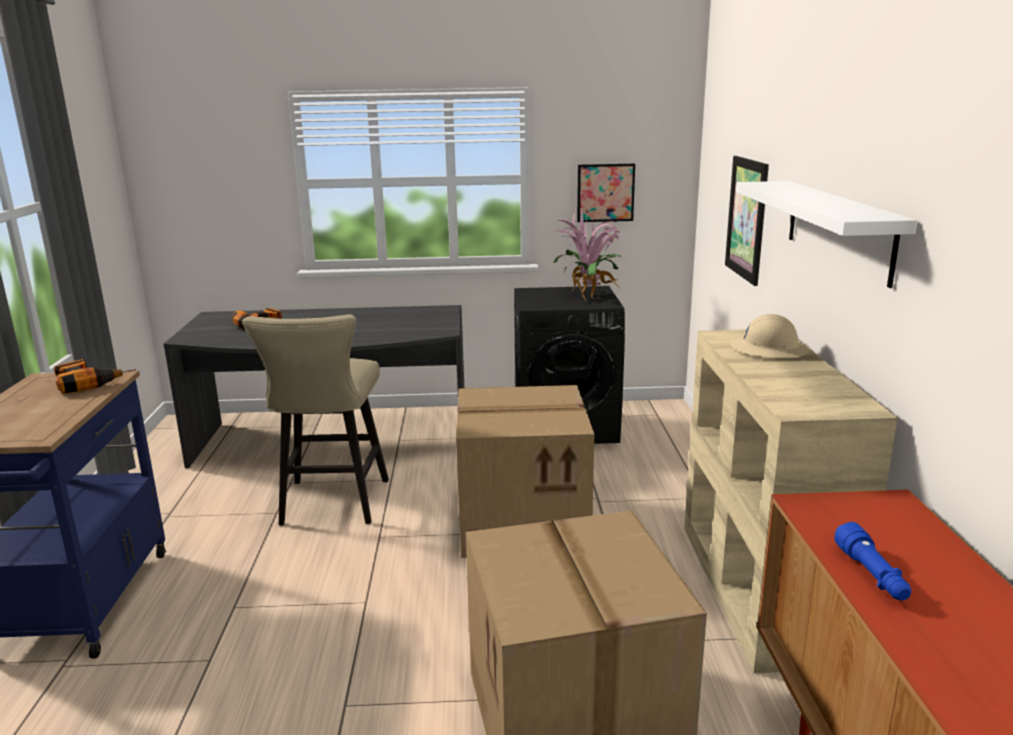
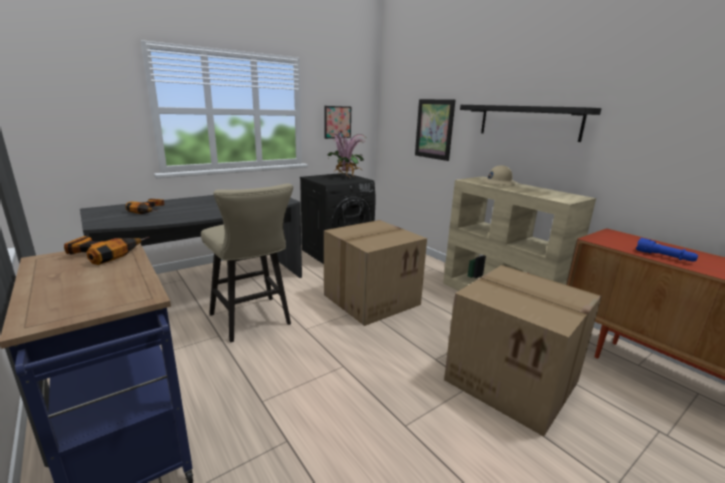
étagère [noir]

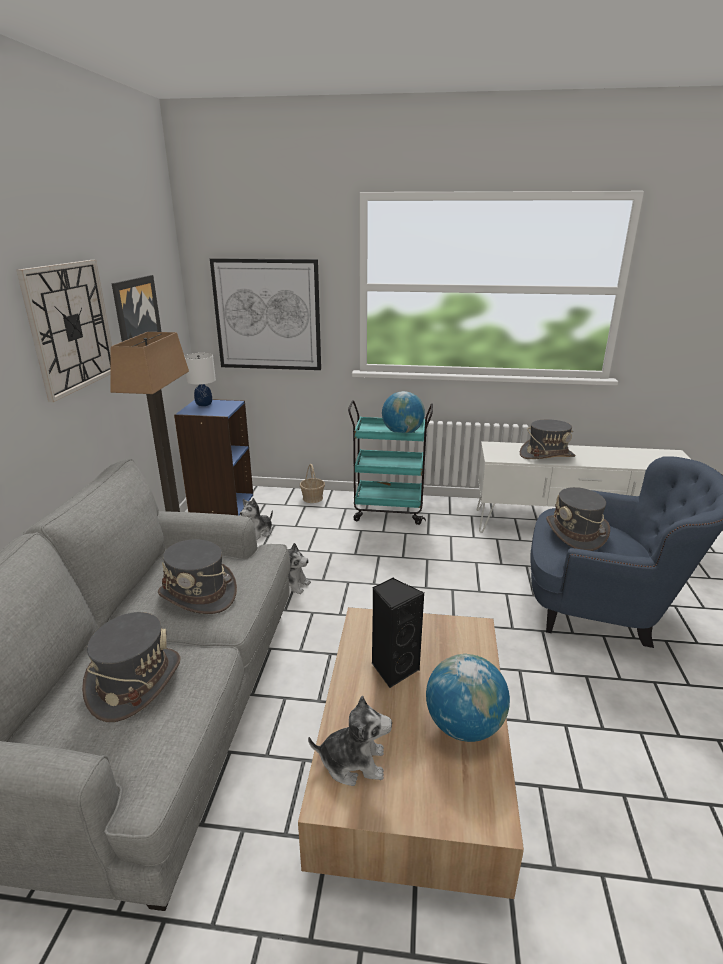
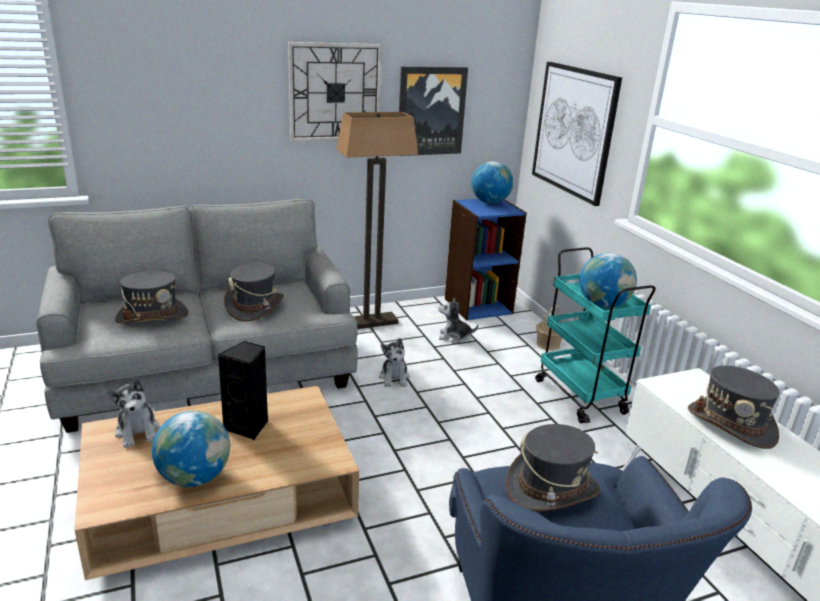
globe (2nd from left)

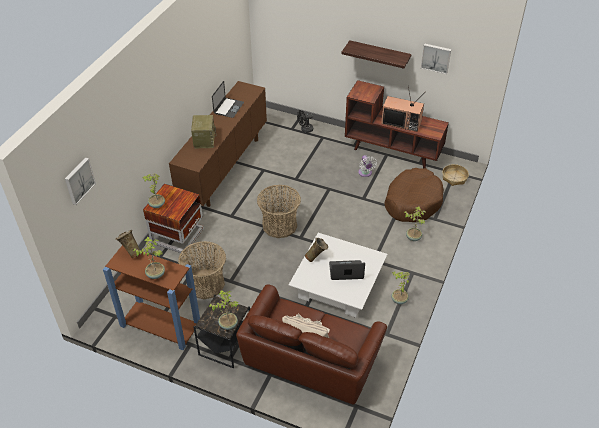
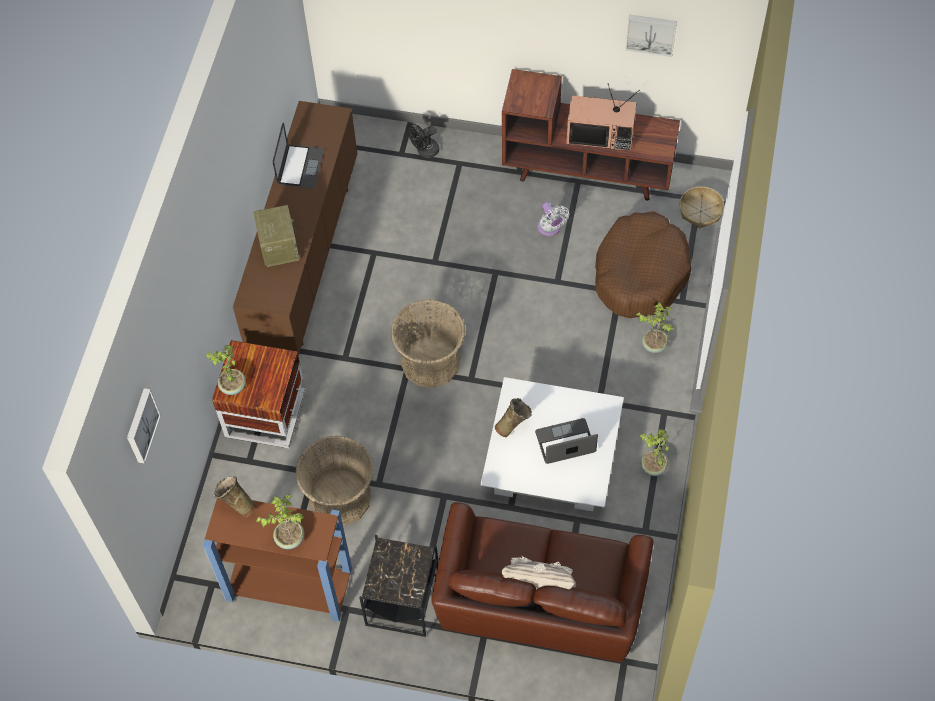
plante en pot (3rd from left in the first image)
étagère

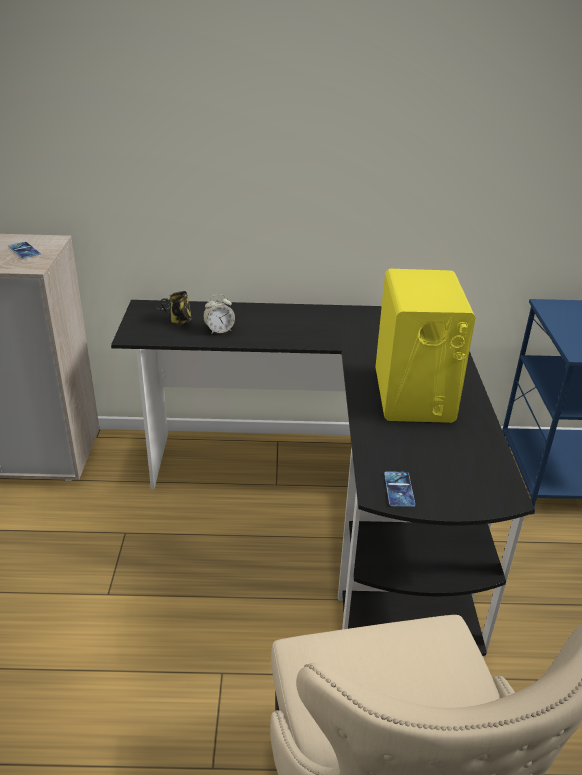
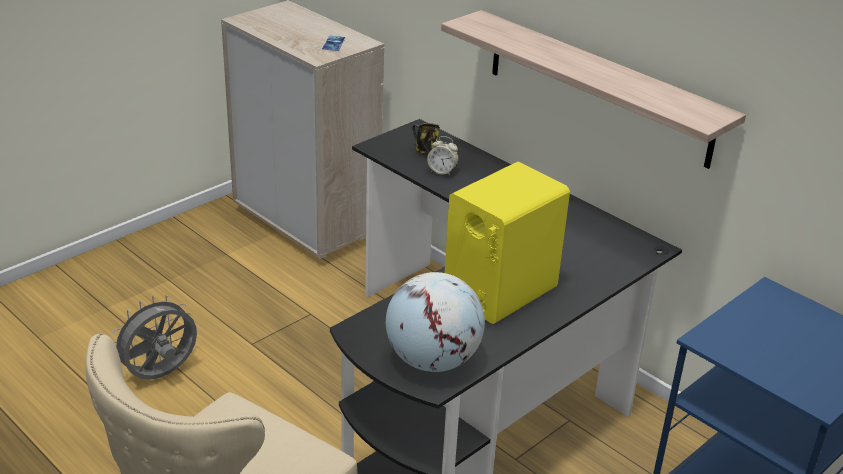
téléphone (2nd from left in the first image)
ventilateur [gris]
globe
étagère

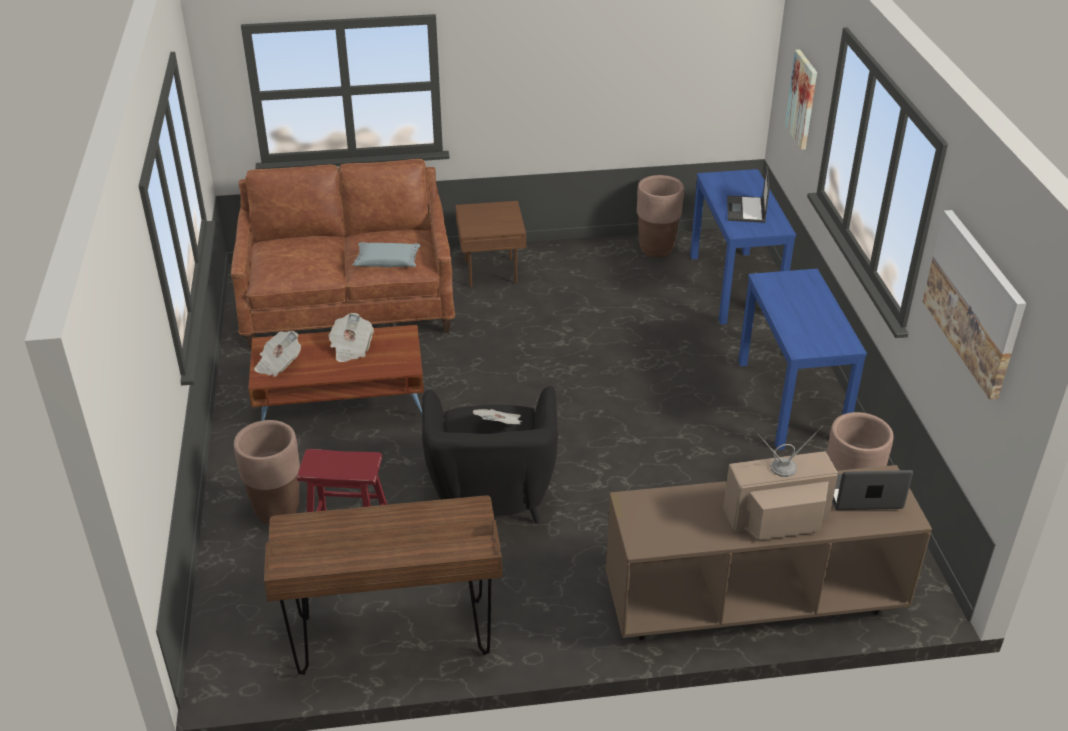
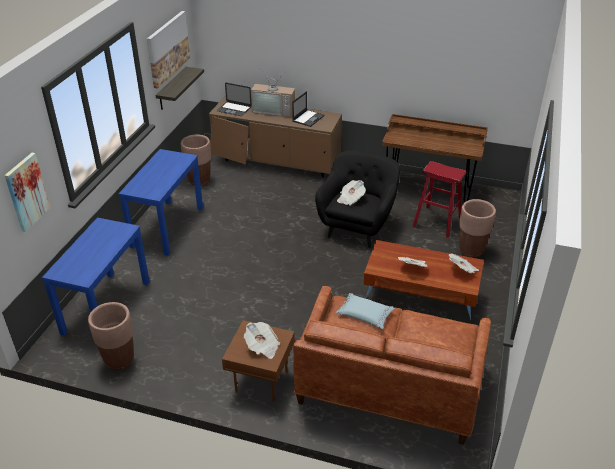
ordinateur portable (2nd from left)
étagère
journal (1st from left)

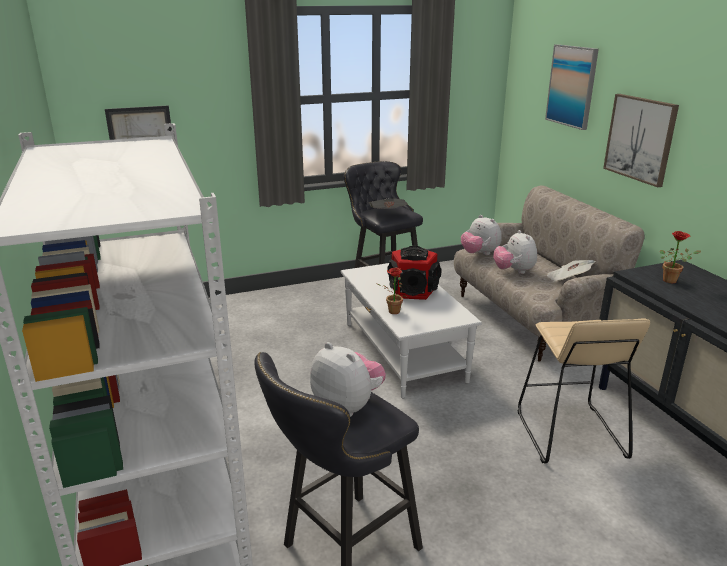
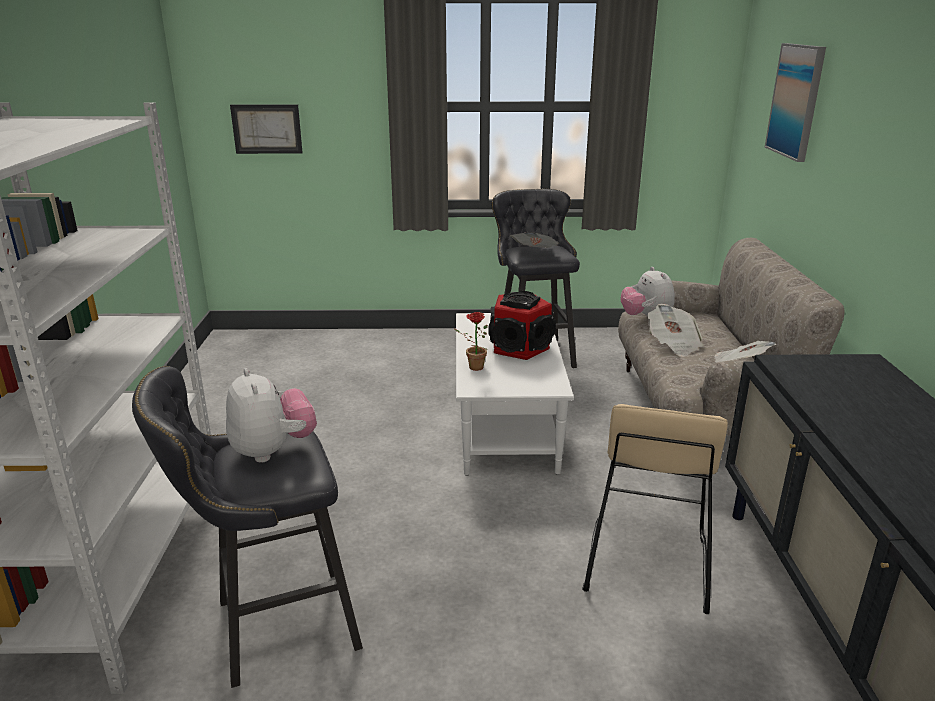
journal (2nd from left)
tableau (3rd from left in the first image)
plante en pot (2nd from left in the first image)

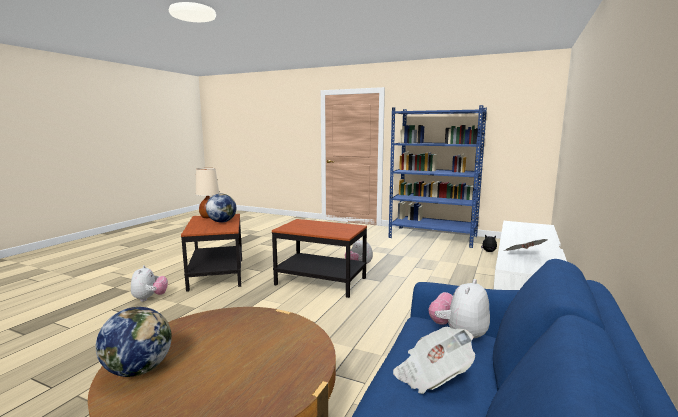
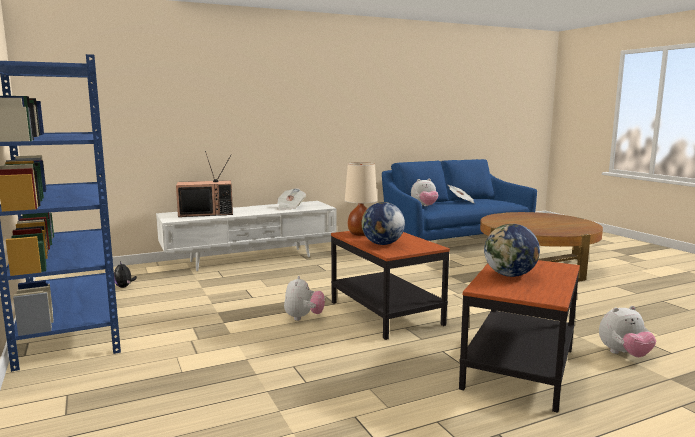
globe (1st from left)
peluche (4th from left)
lampe de table [beige]
téléviseur

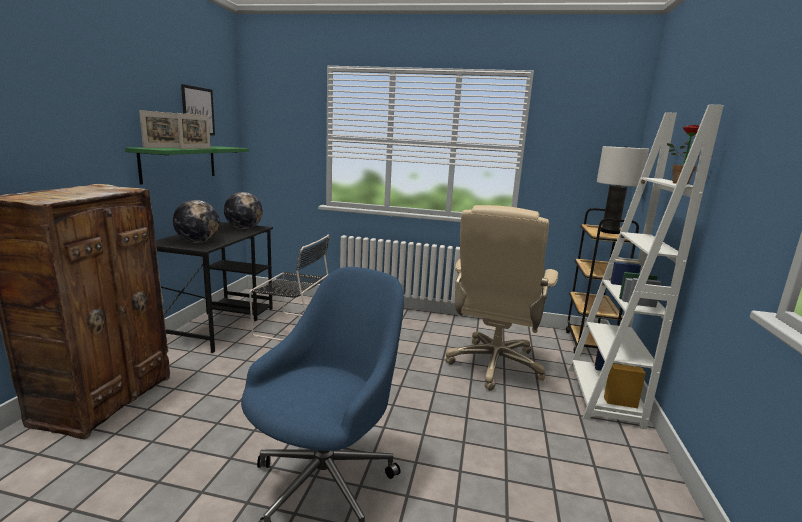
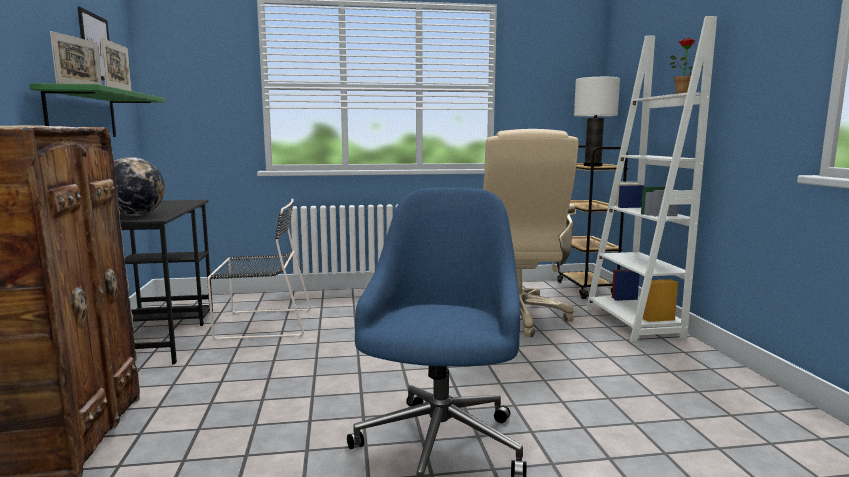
globe (2nd from left in the first image)

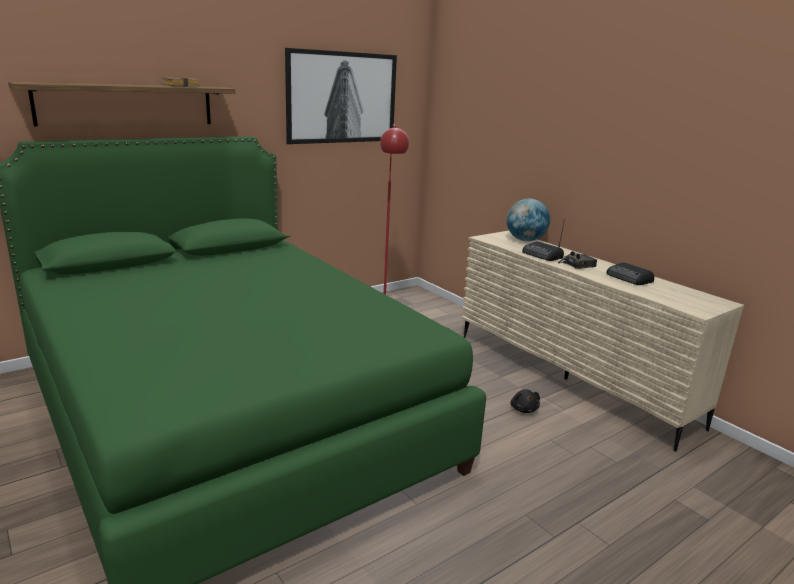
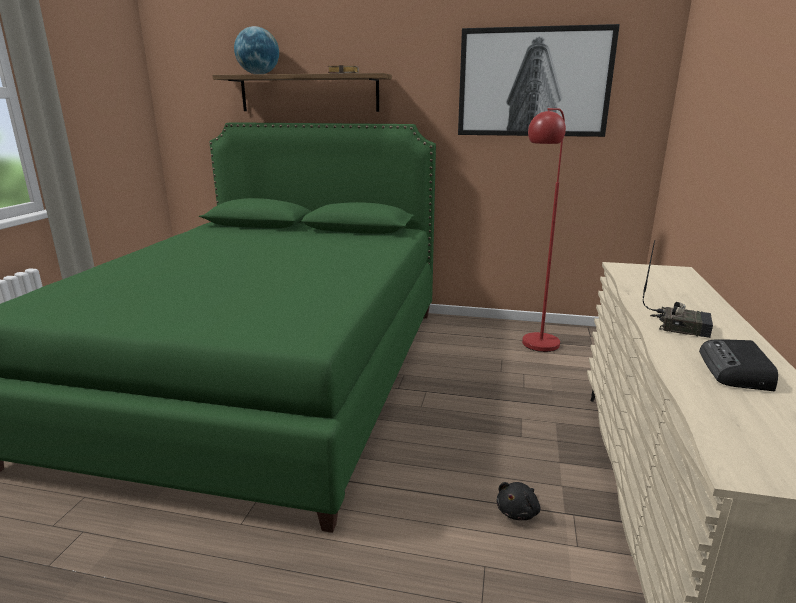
globe
radio (1st from left in the first image)

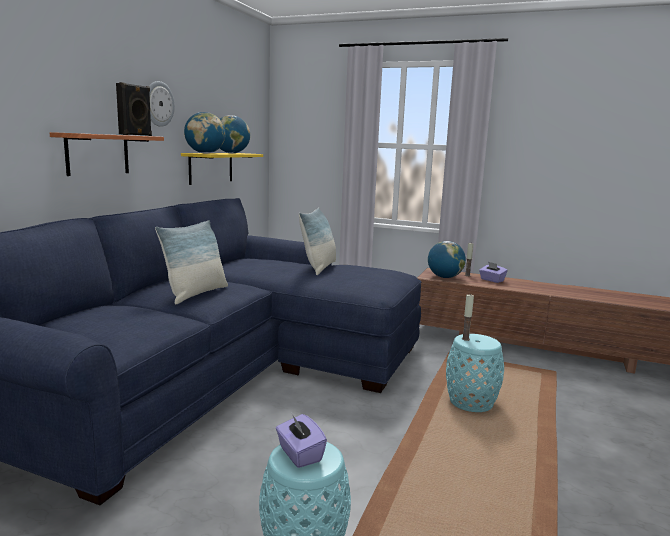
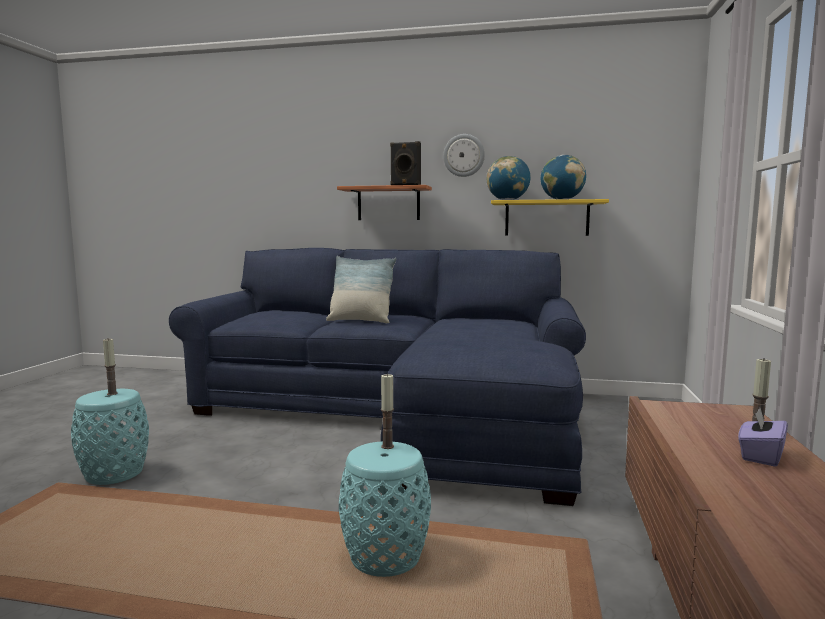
bougie (1st from left)
coussin (2nd from left in the first image)
globe (3rd from left in the first image)

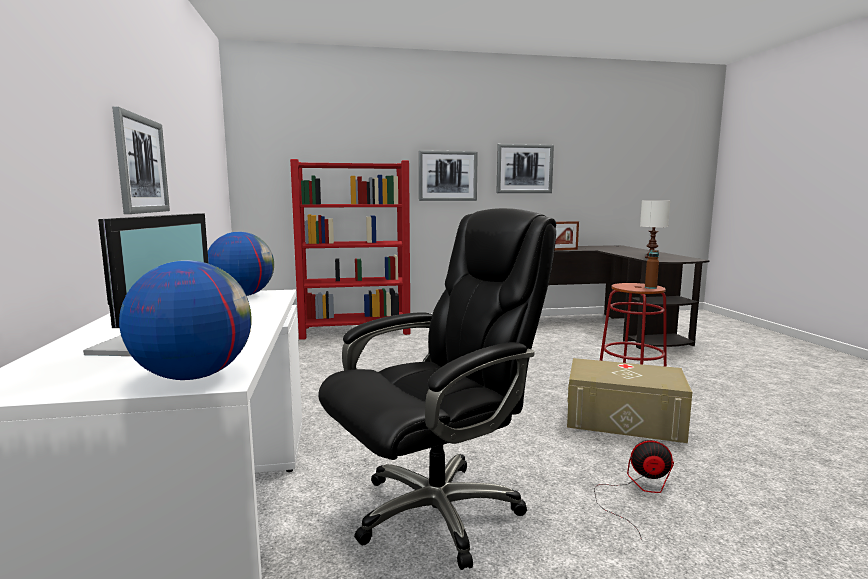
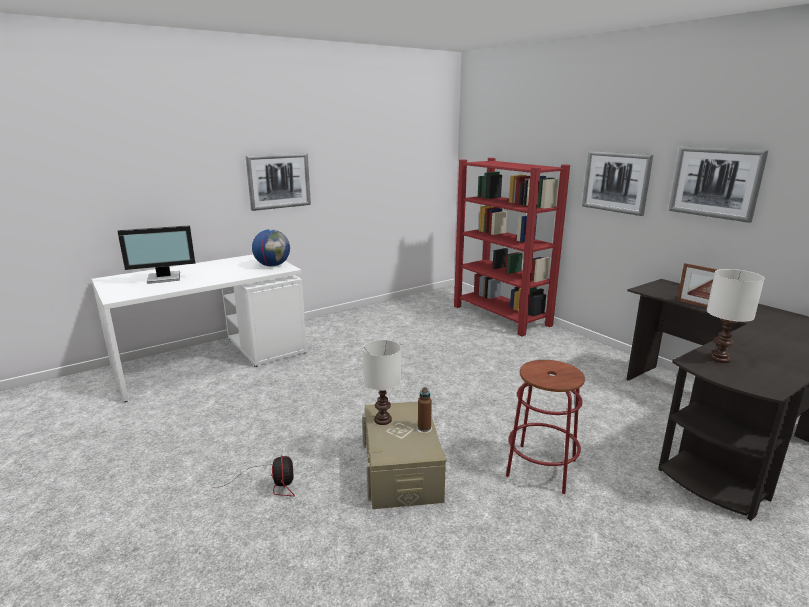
globe (1st from left in the first image)
chaise de bureau [noir]
bouteille [marron]
lampe de table [blanc] (1st from left)

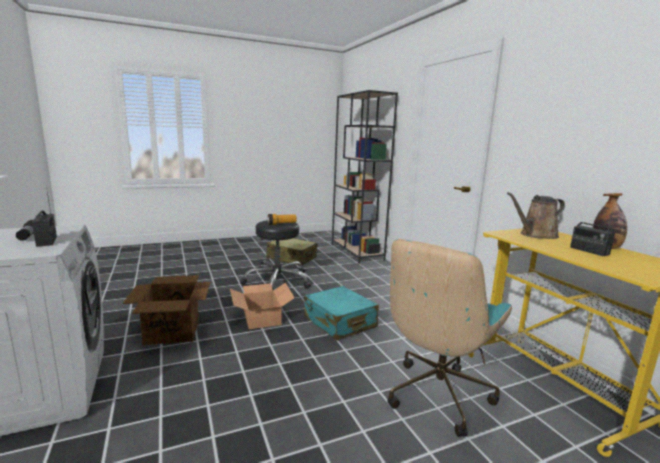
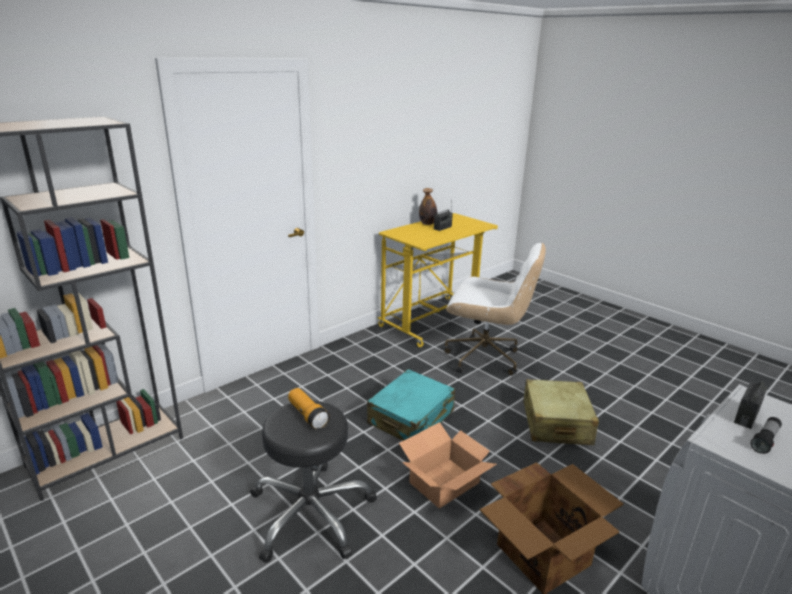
valise [beige]
chaise de bureau [blanc]
arrosoir [marron]

